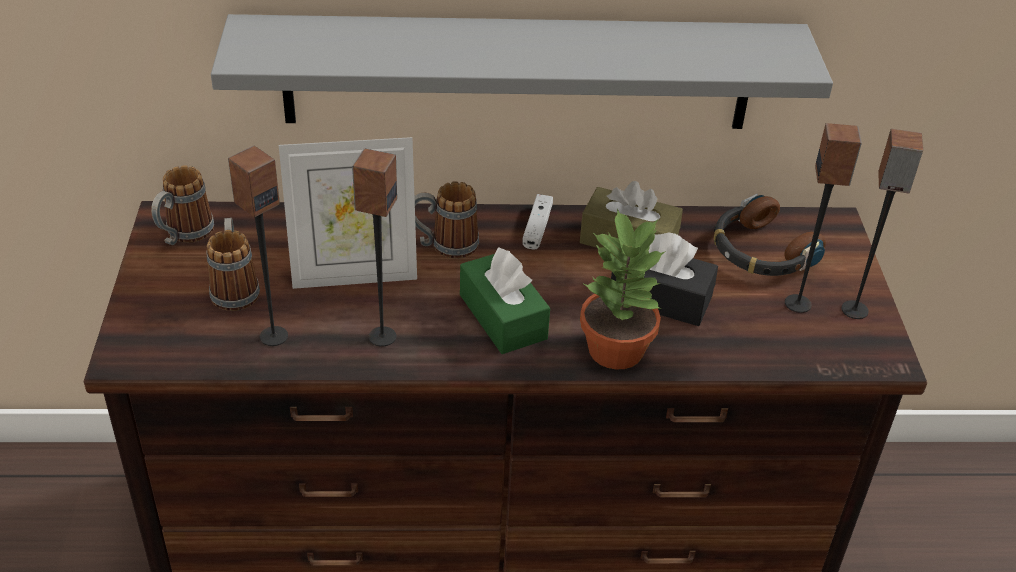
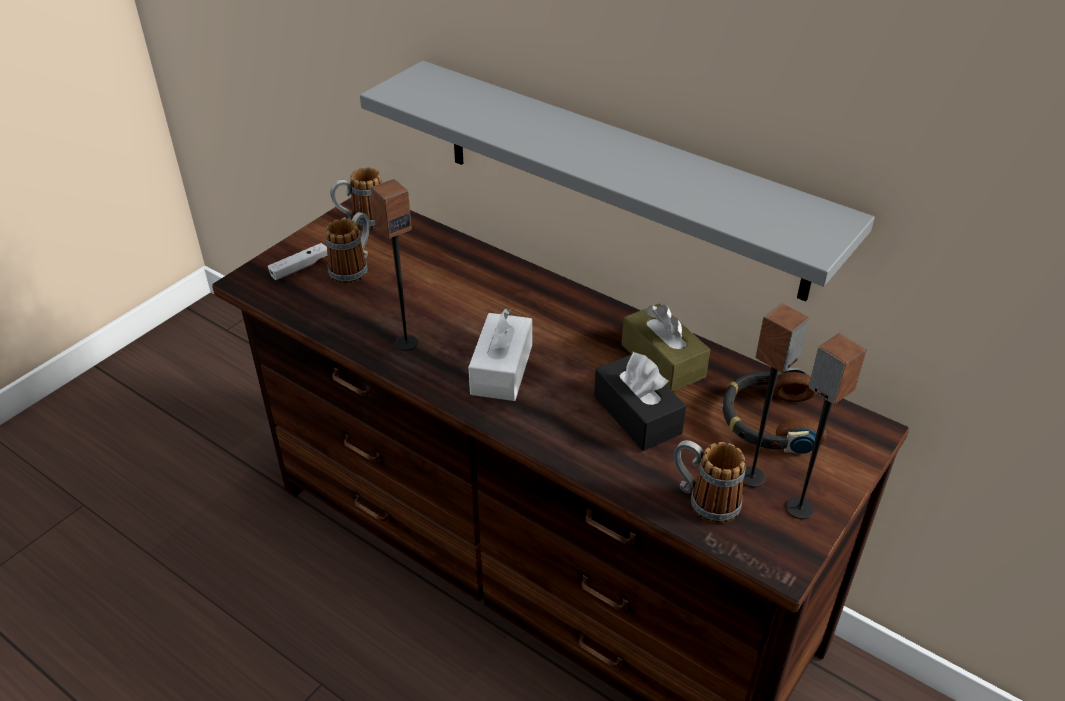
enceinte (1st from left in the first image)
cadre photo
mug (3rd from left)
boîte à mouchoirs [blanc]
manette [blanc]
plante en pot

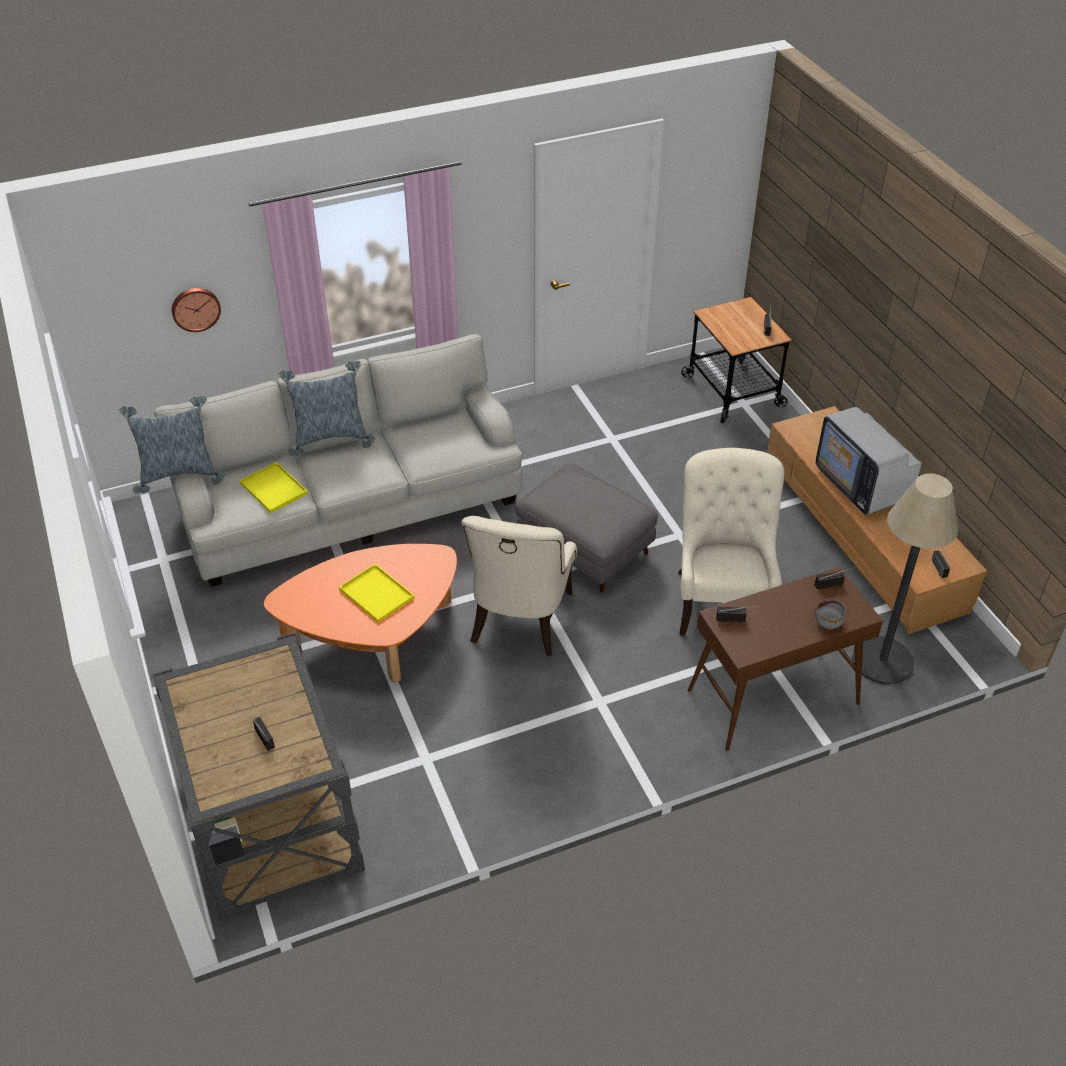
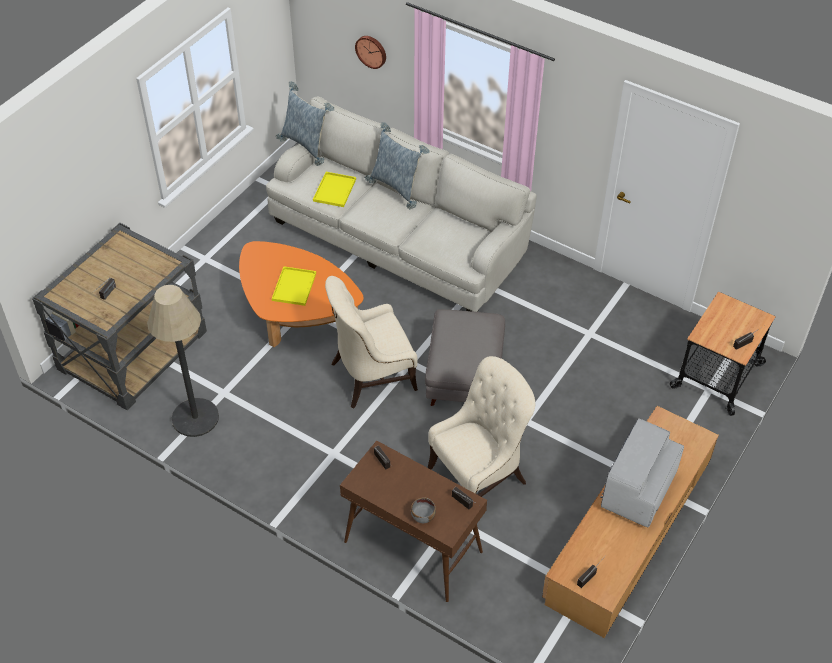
lampadaire

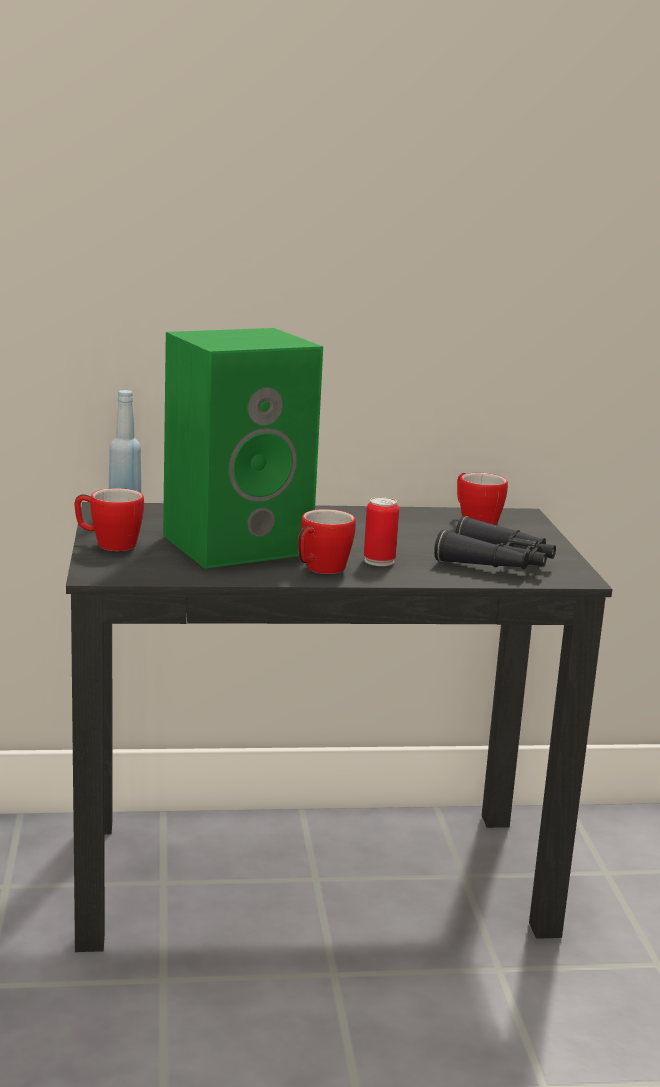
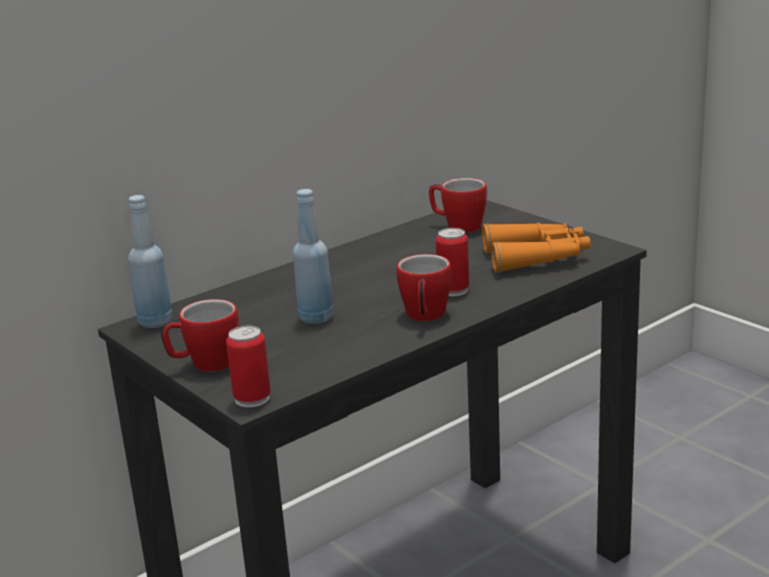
bouteille [bleu] (2nd from left)
jumelles [orange]
boîte métallique (1st from left)

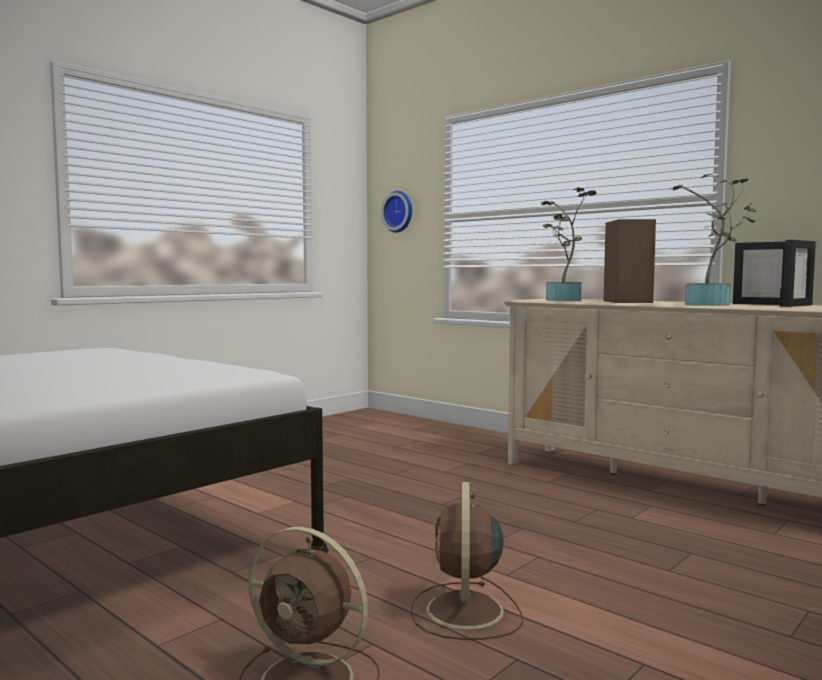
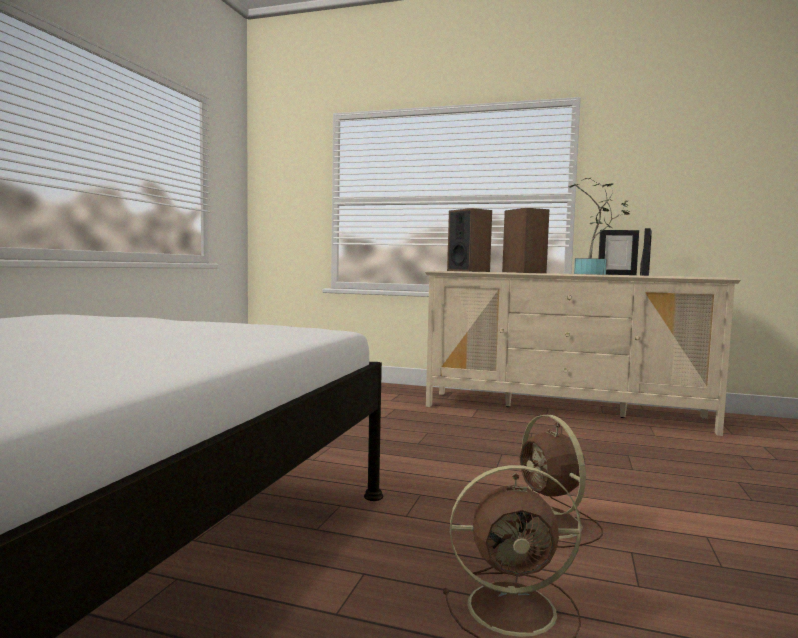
horloge murale
enceinte (1st from left)

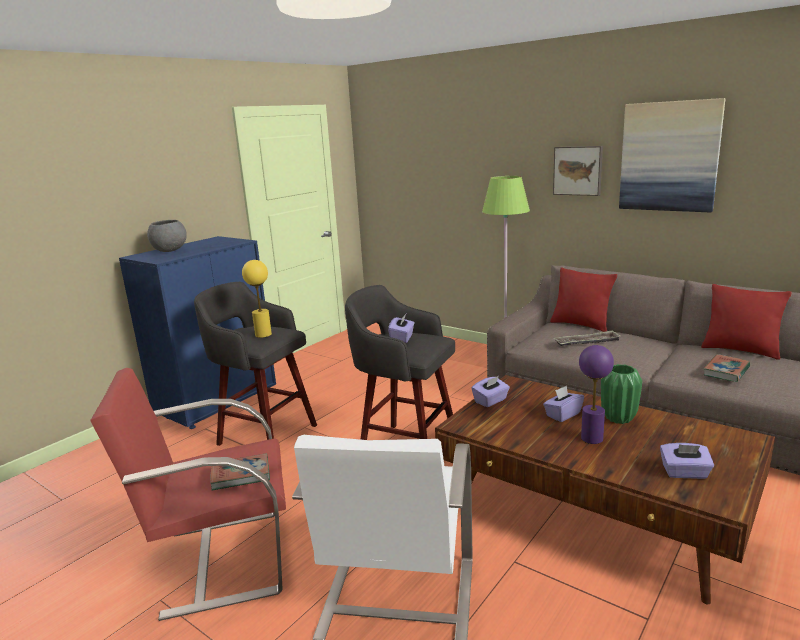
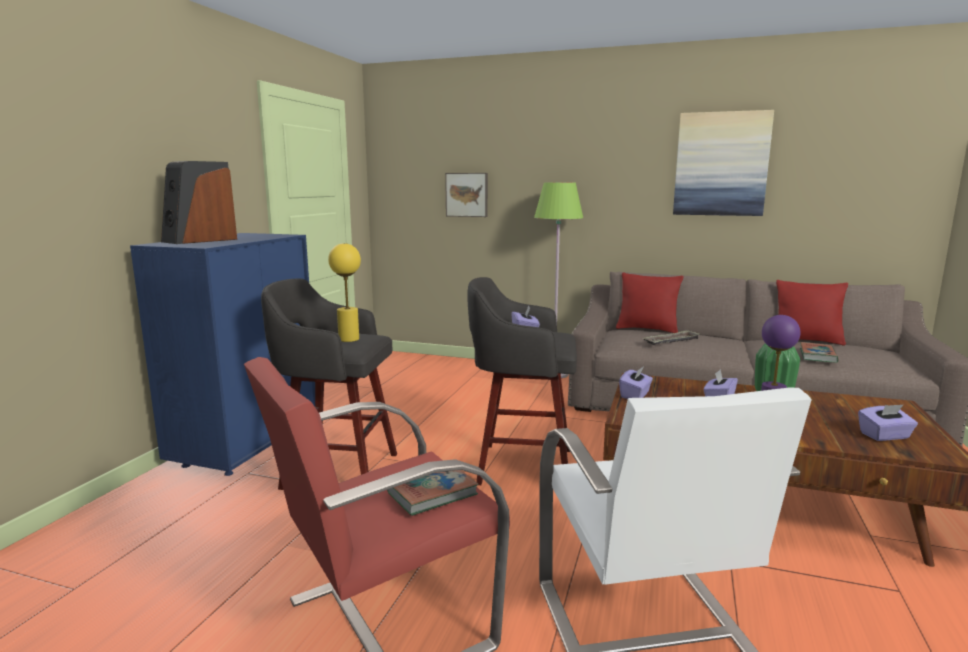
enceinte
tableau (1st from left)

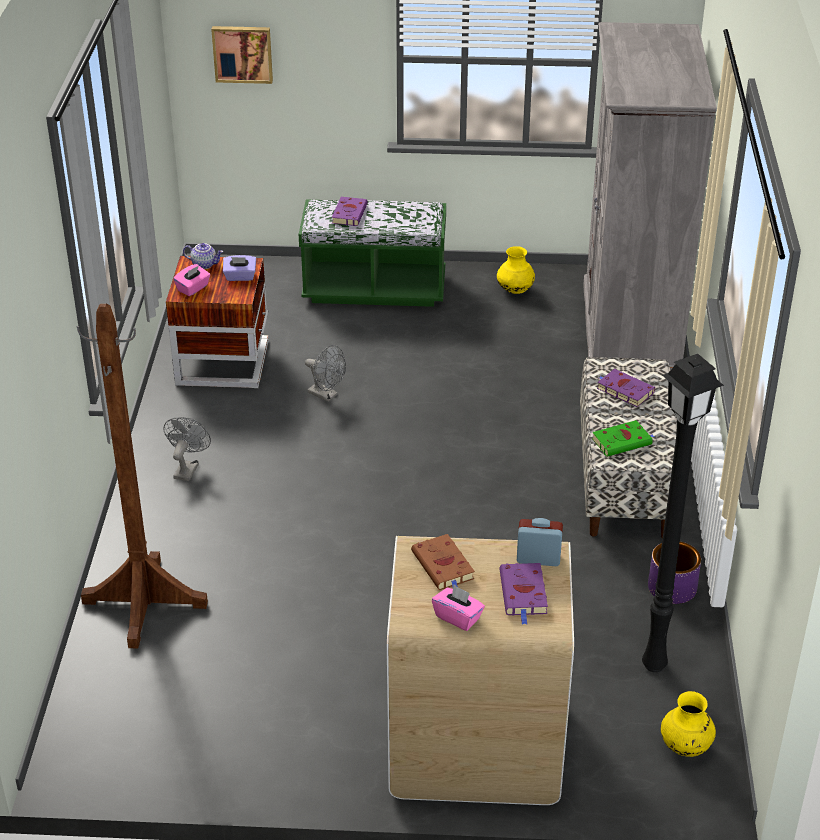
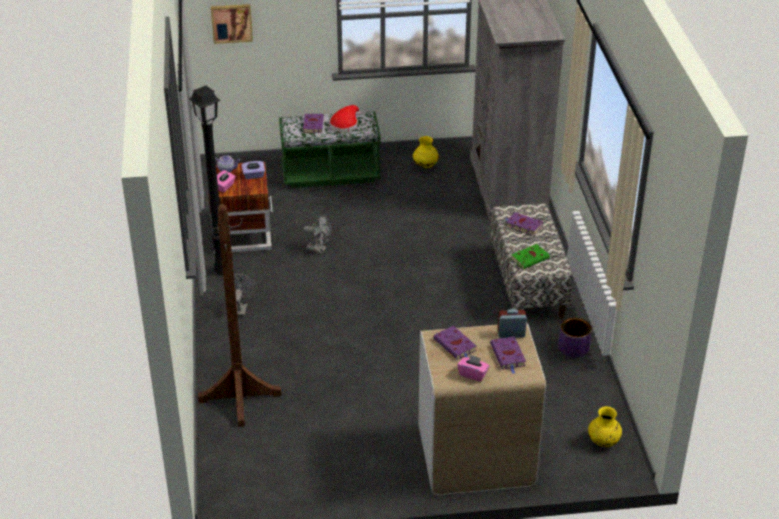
livre [violet] (2nd from left)
lampadaire [noir]
chapeau [rouge]

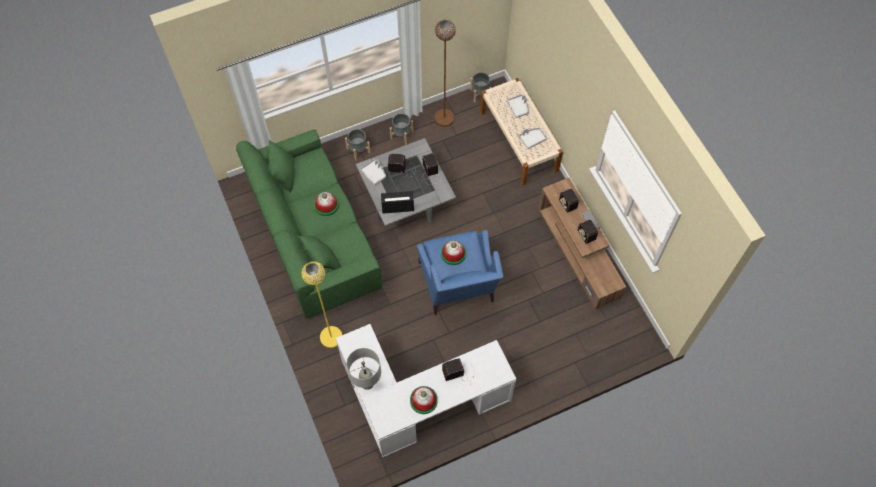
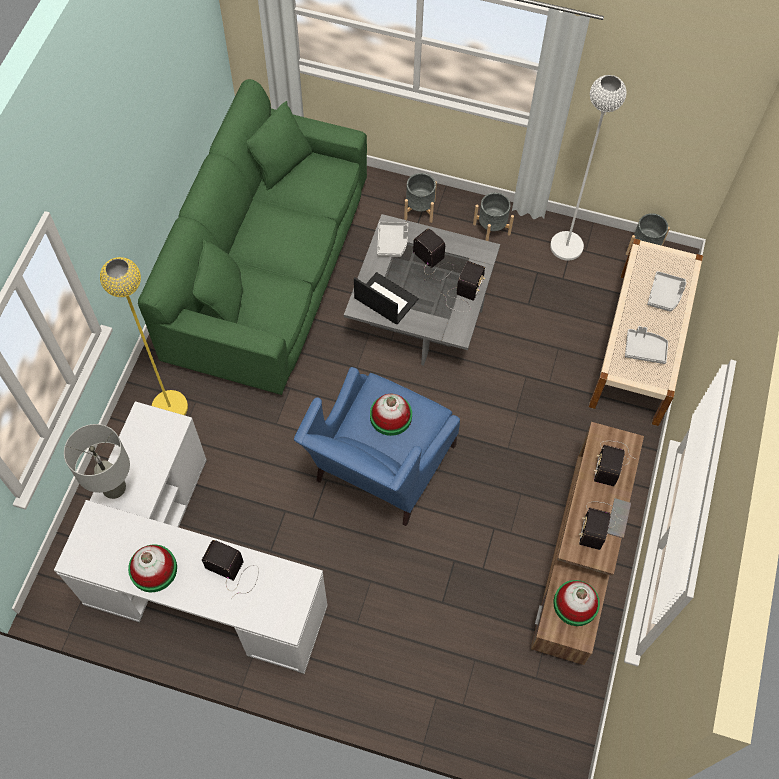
chapeau (3rd from left)
lampadaire [blanc]

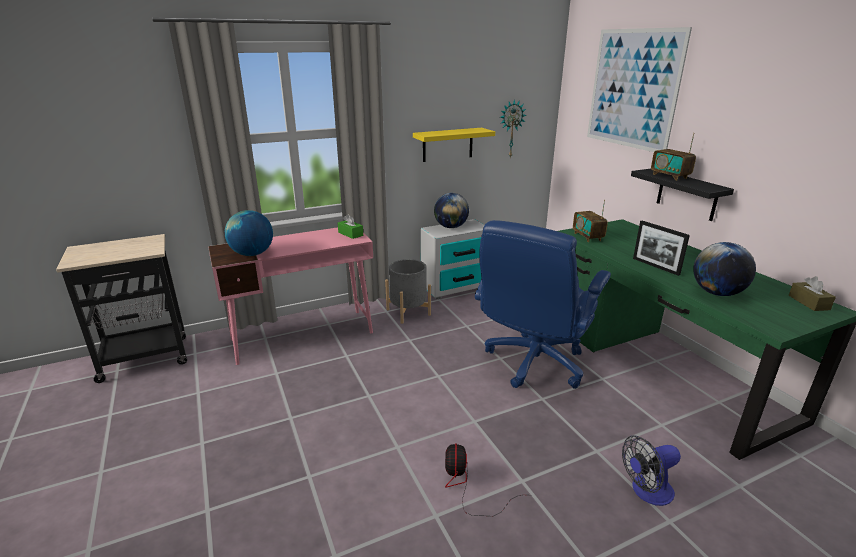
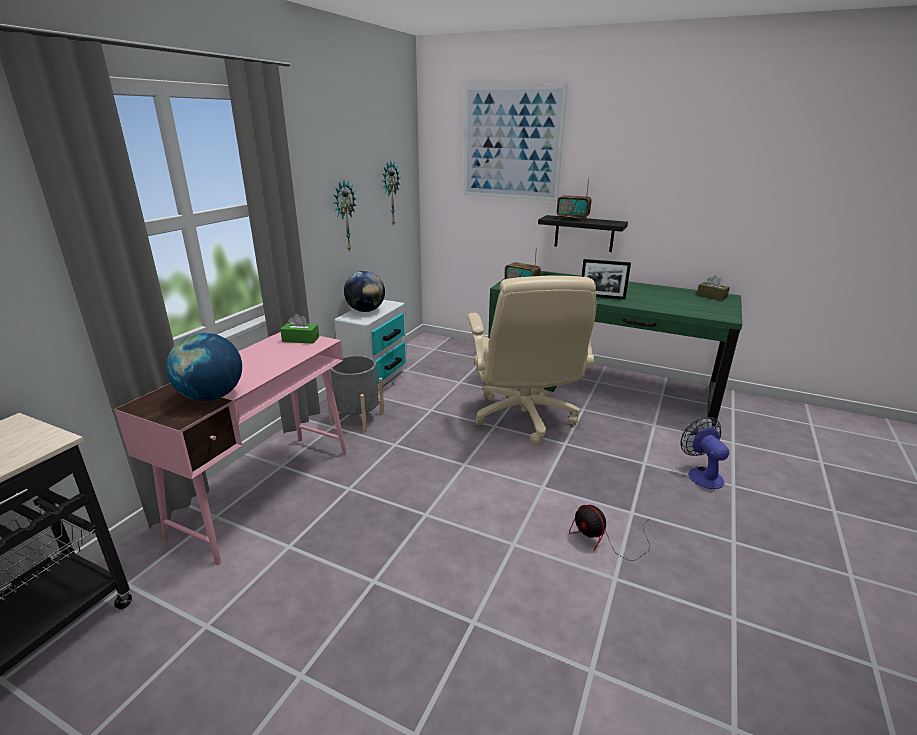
horloge murale (1st from left)
chaise de bureau [beige]
ventilateur (2nd from left)
globe (3rd from left in the first image)

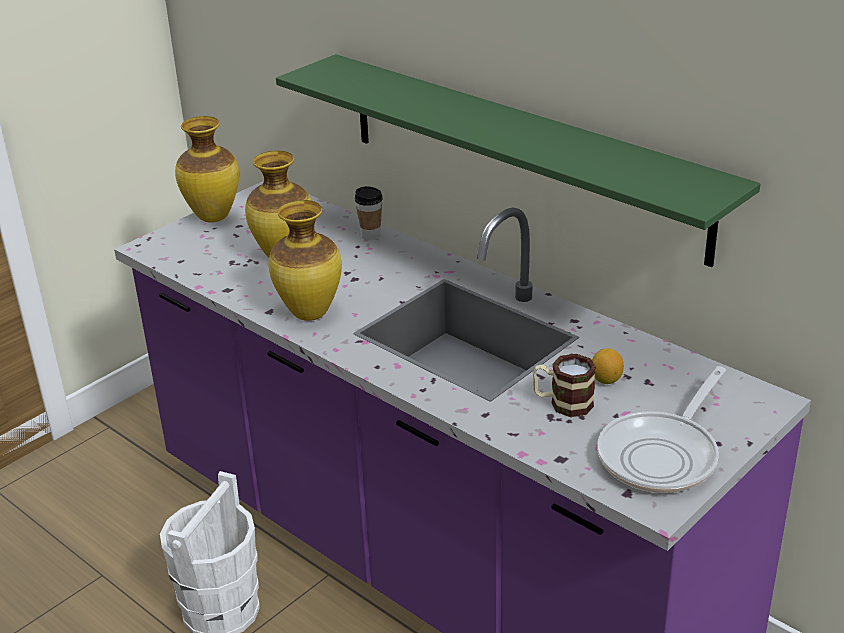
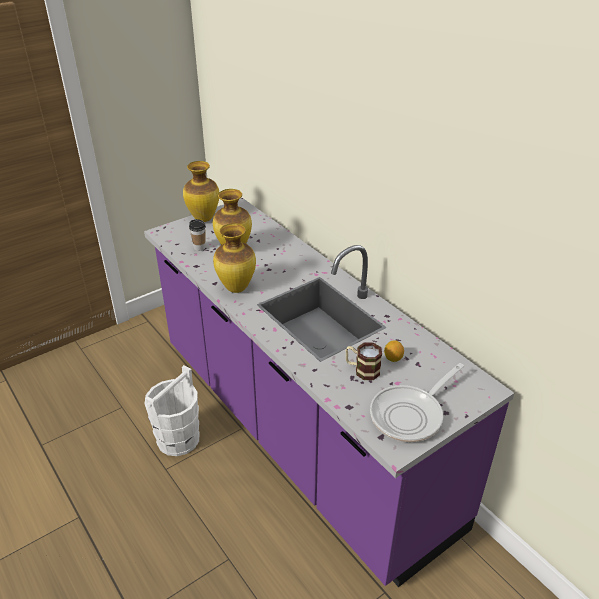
étagère [vert]
tasse

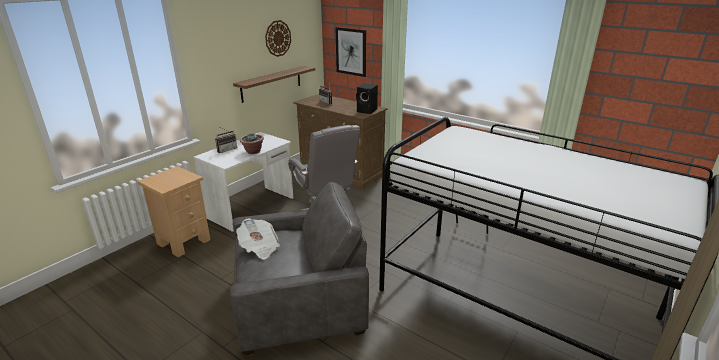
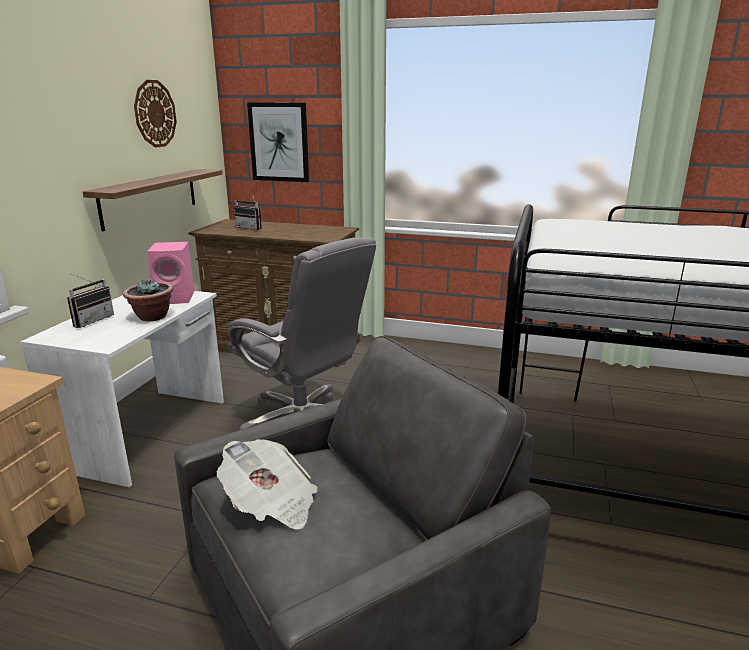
enceinte [noir]
enceinte [rose]

